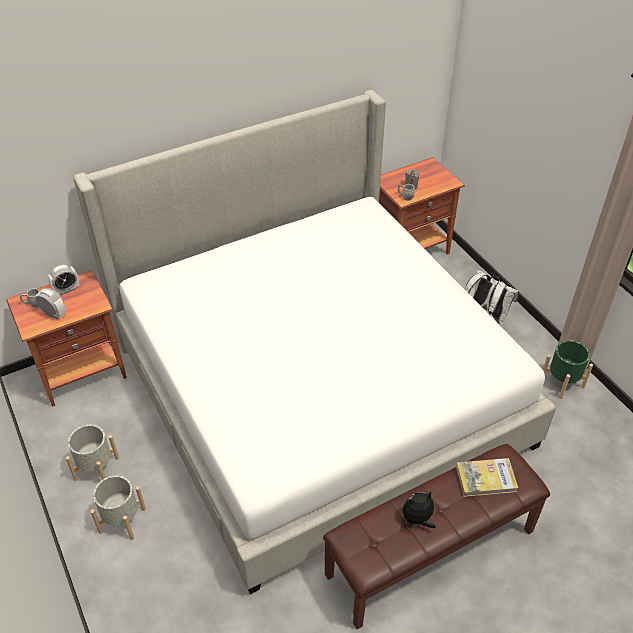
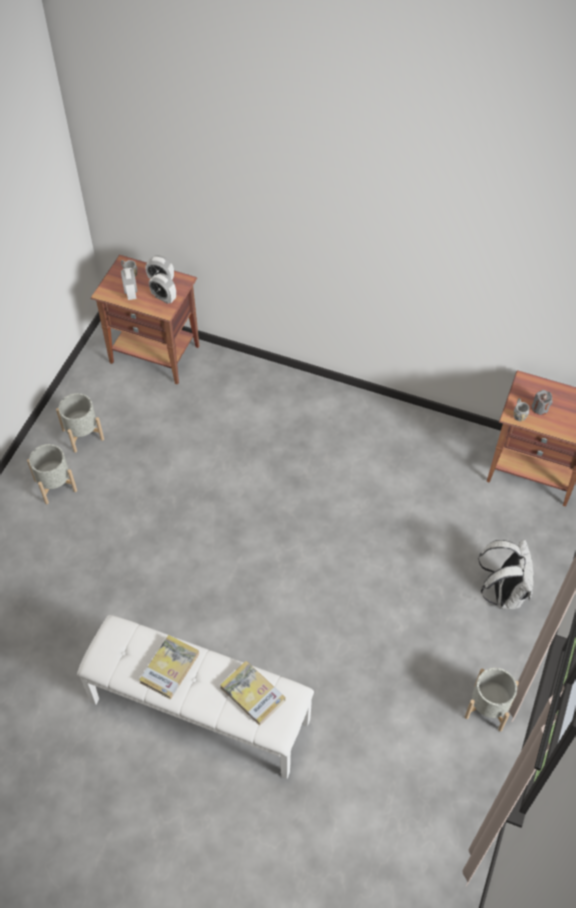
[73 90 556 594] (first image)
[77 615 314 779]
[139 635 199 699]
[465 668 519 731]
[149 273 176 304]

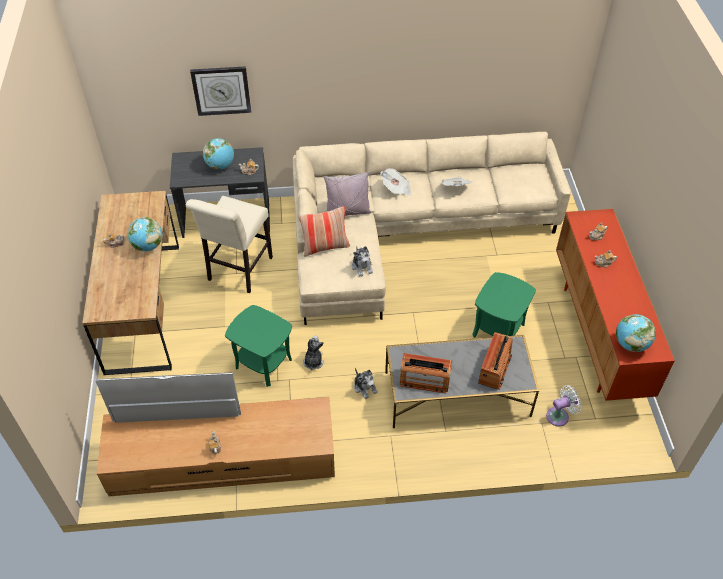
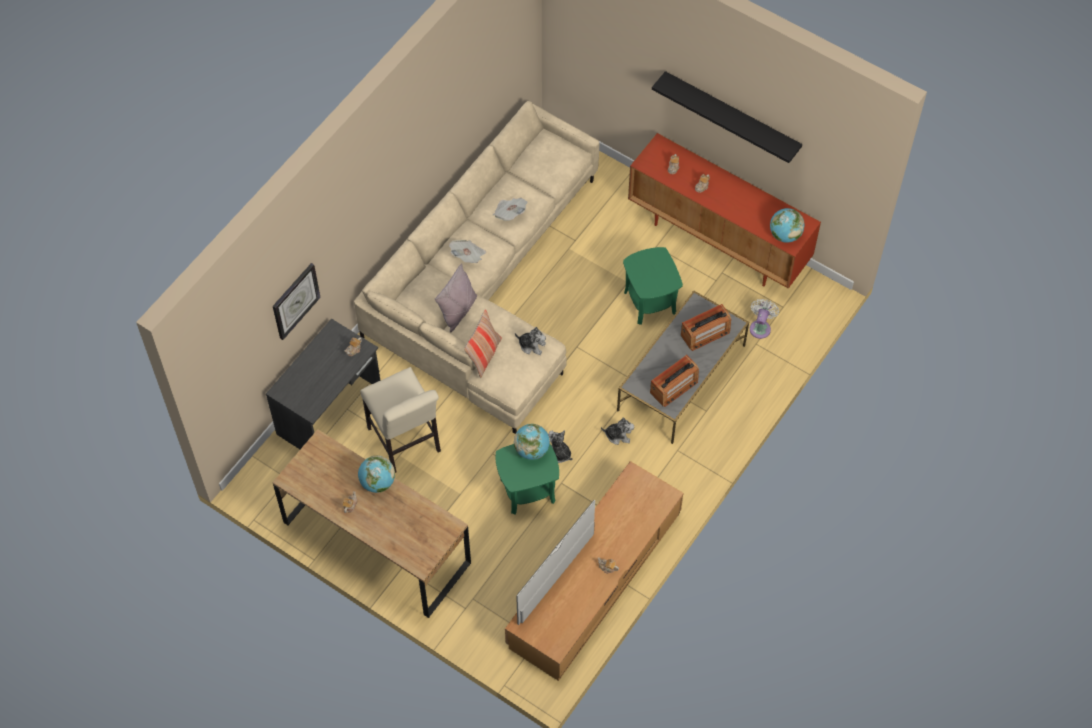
[514 424 550 460]
[681 304 731 351]
[652 71 802 163]

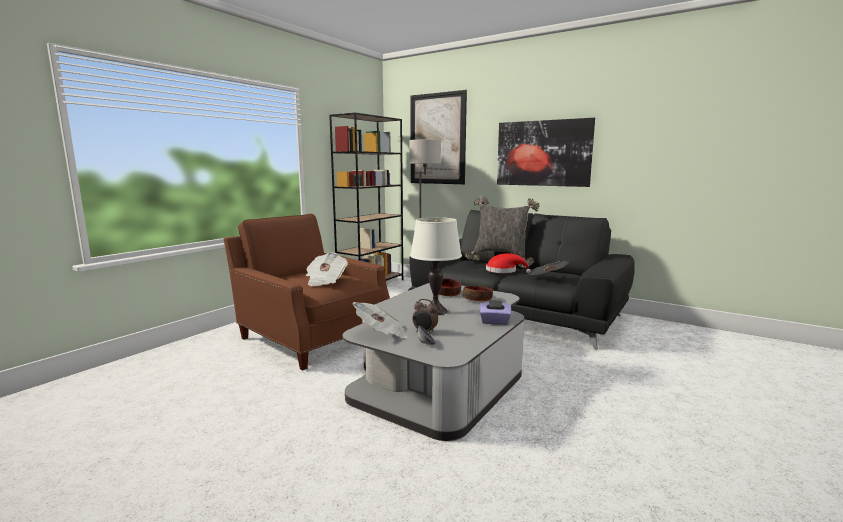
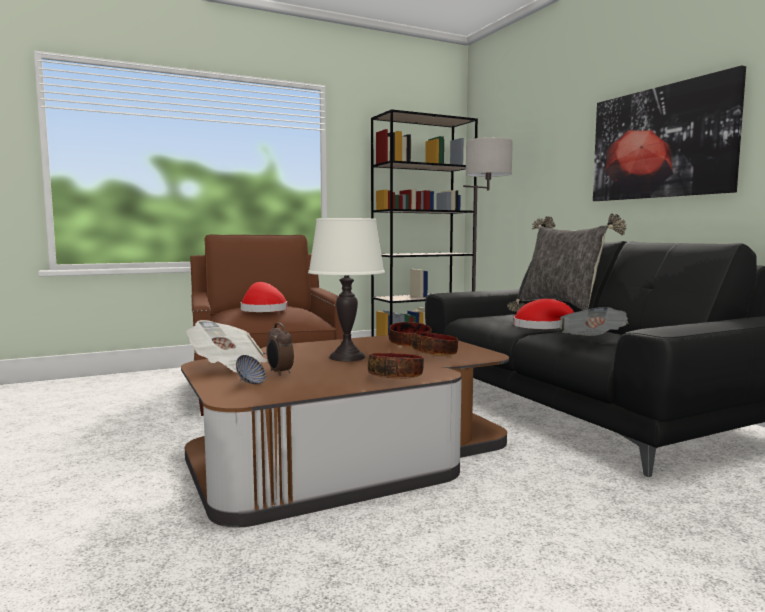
[241 282 287 312]
[181 335 509 527]
[410 90 467 184] (first image)
[368 353 424 379]

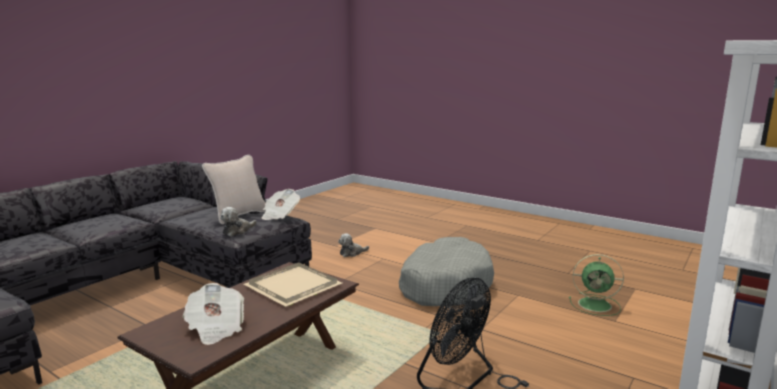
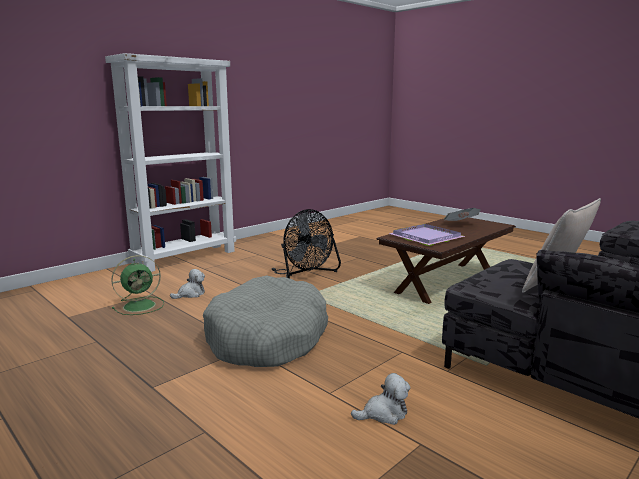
[170 269 205 299]
[389 224 465 246]
[262 189 300 220] (first image)
[111 255 164 315]

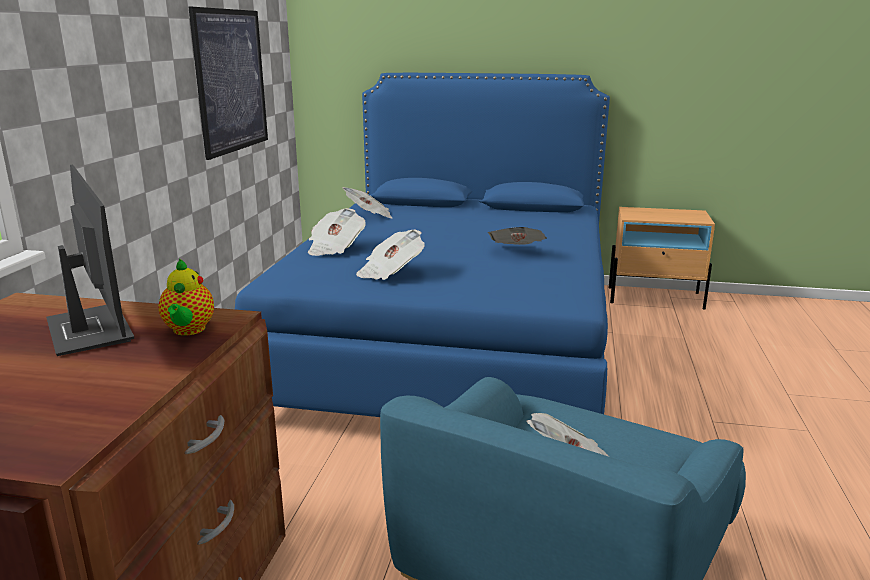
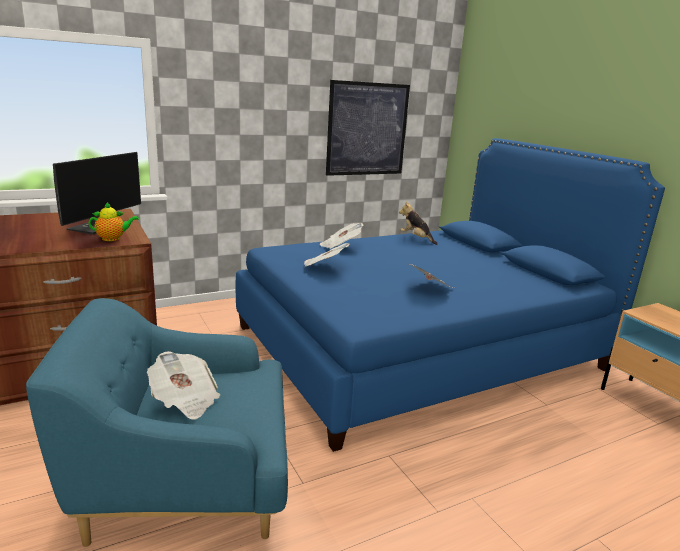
[89 202 139 241]
[399 201 438 245]

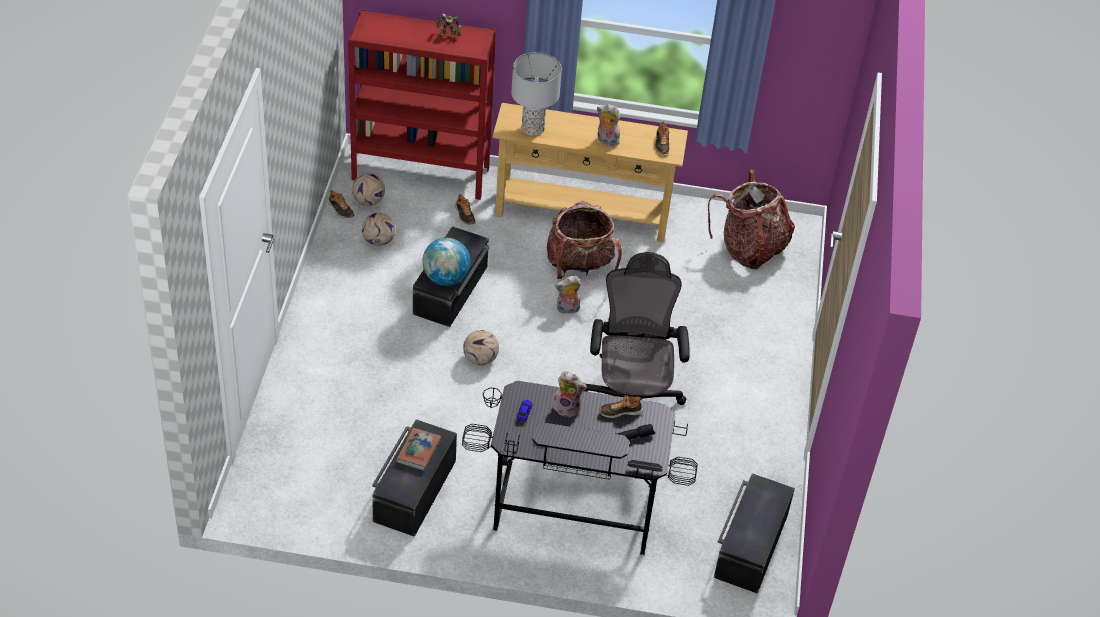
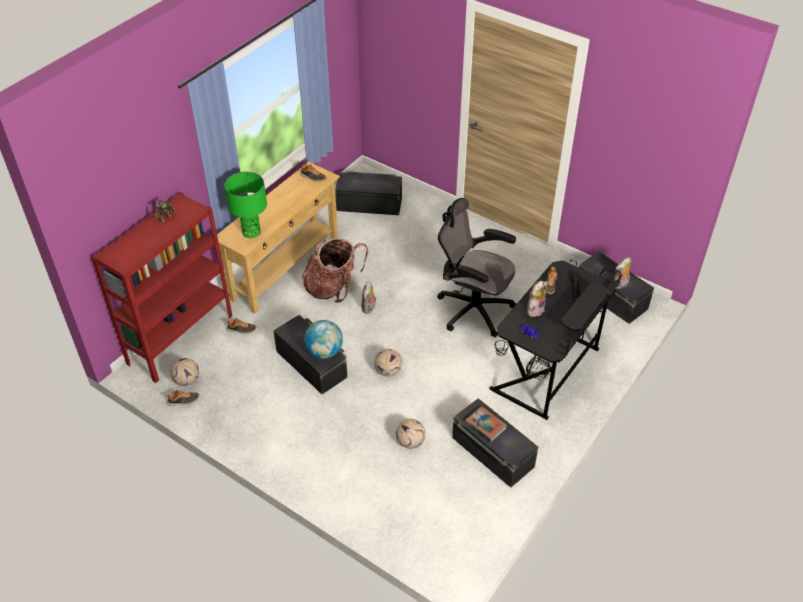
[396 419 425 449]
[224 172 267 238]
[613 257 631 289]
[335 171 402 215]

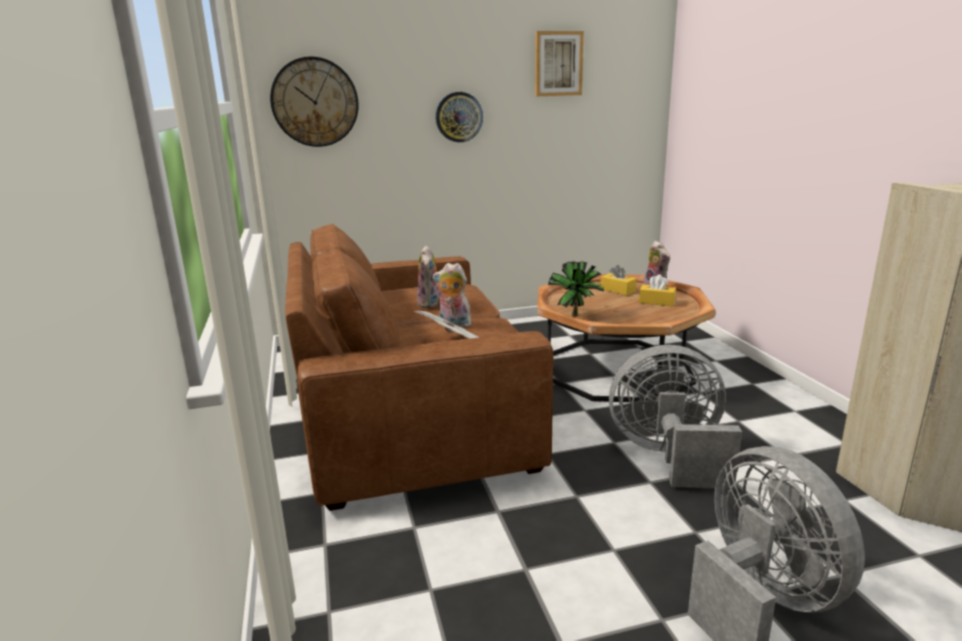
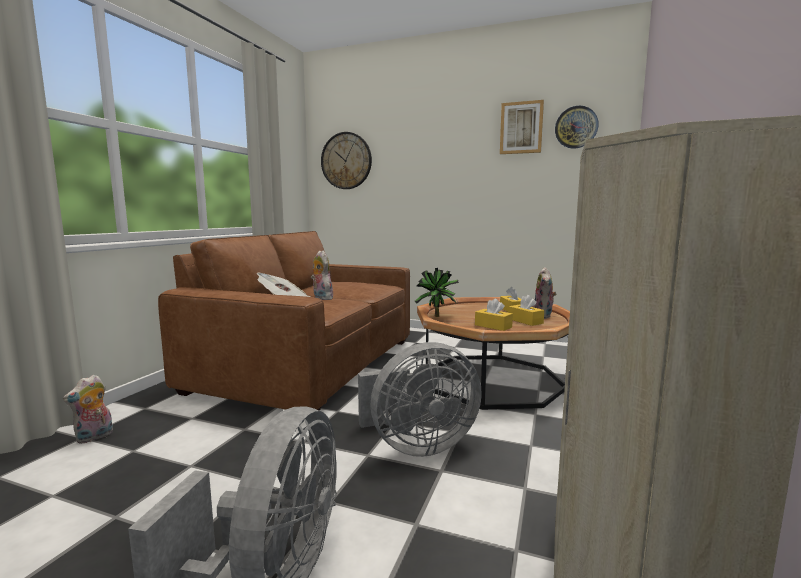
[63 374 113 444]
[555 106 599 149]
[358 342 482 457]
[475 299 513 331]

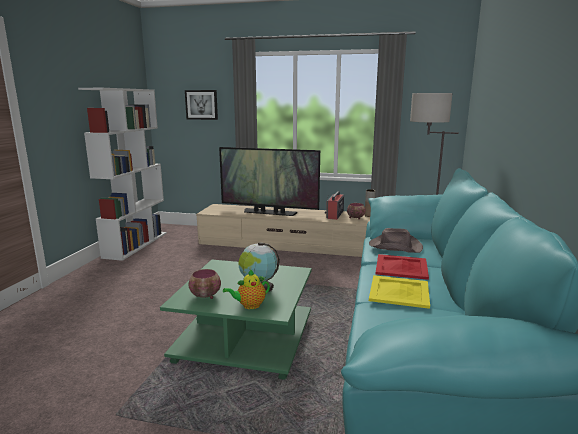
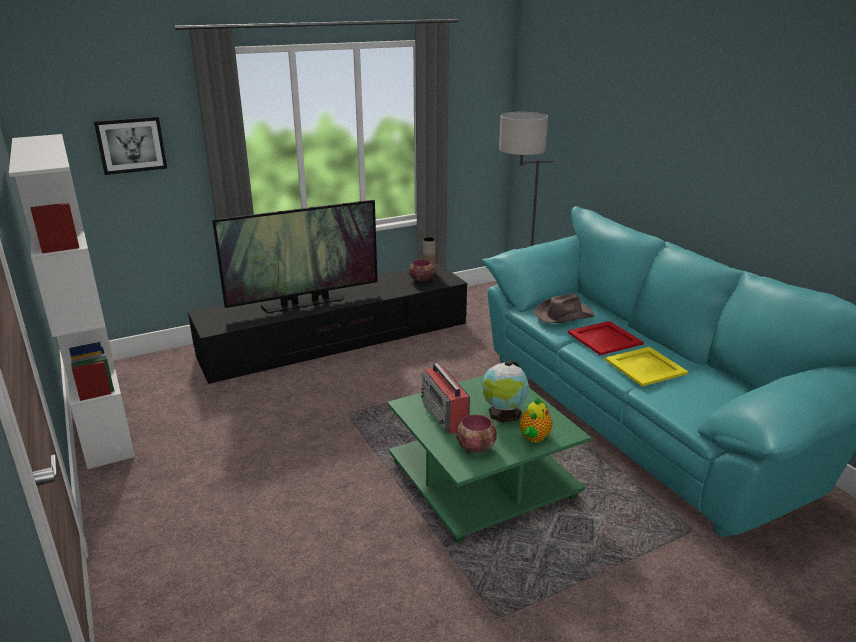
[188 264 468 384]
[421 363 470 434]

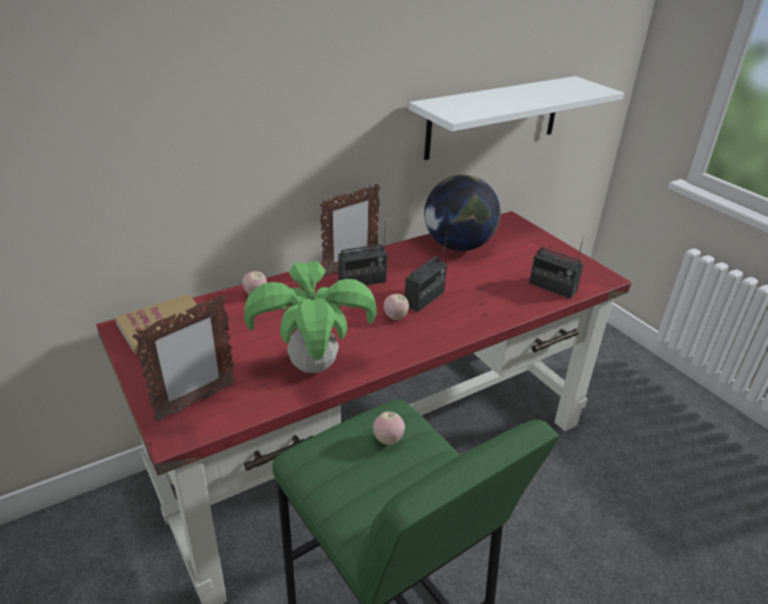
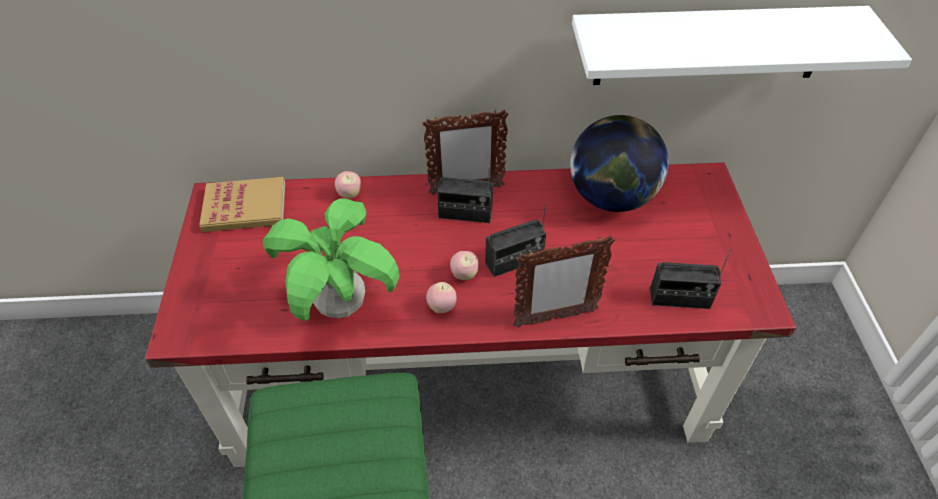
[513 236 615 328]
[426 282 457 313]
[650 249 731 309]

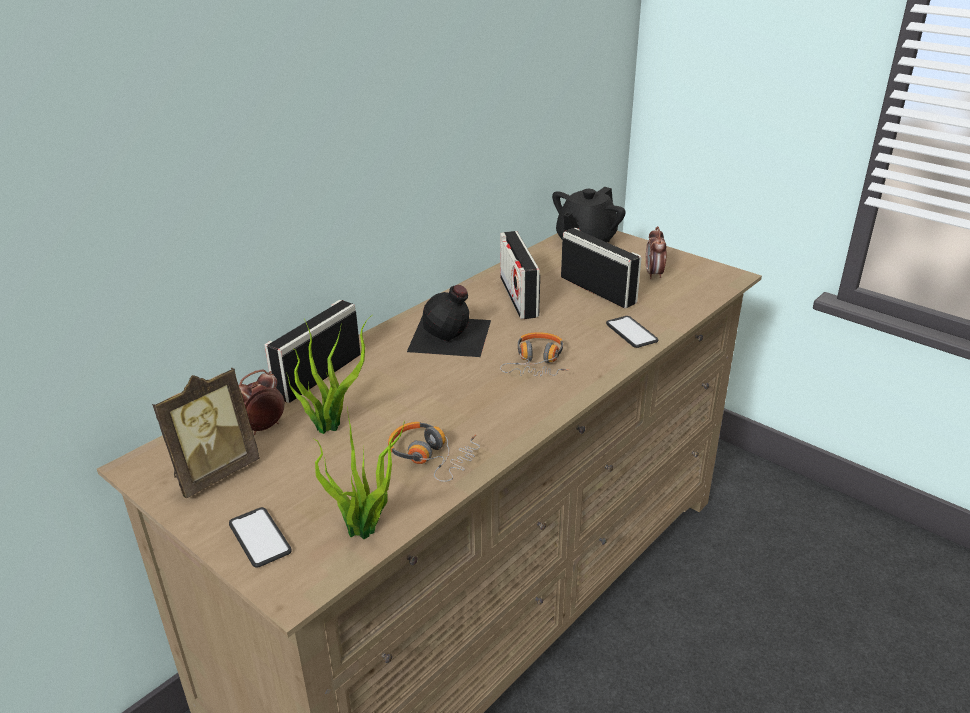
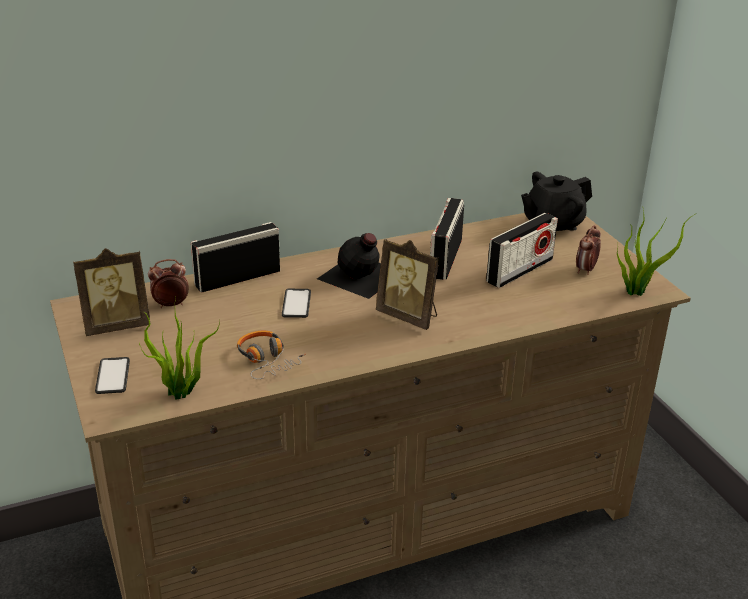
[617 209 694 296]
[376 239 439 330]
[486 213 558 288]
[282 289 311 318]

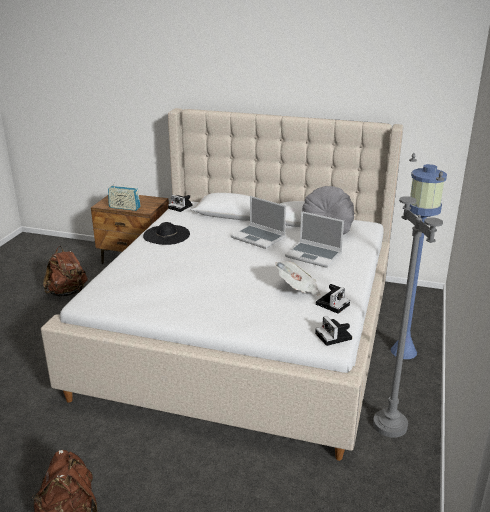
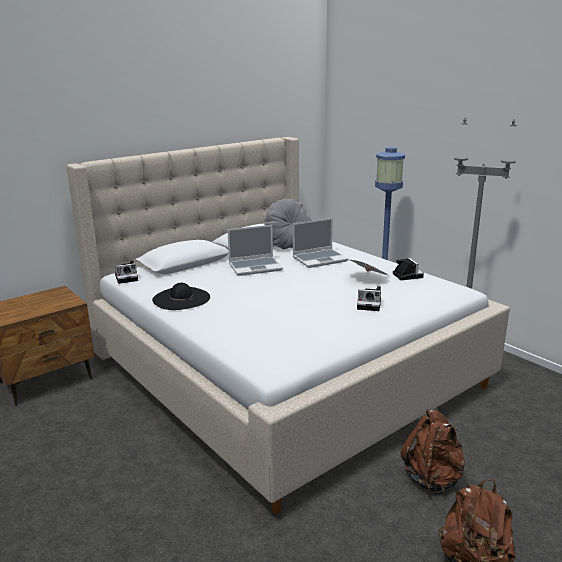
[400 409 465 494]
[108 182 141 211] (first image)
[357 286 381 311]

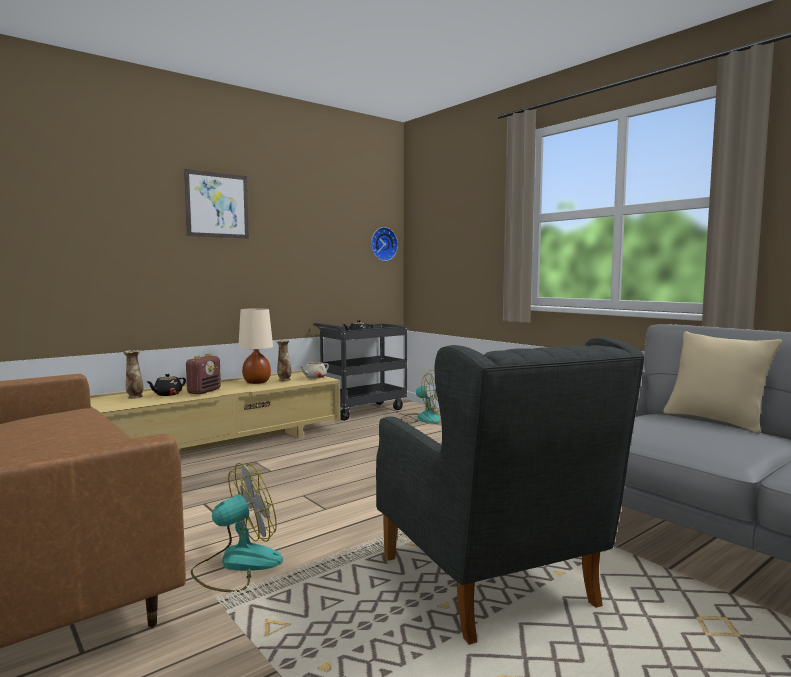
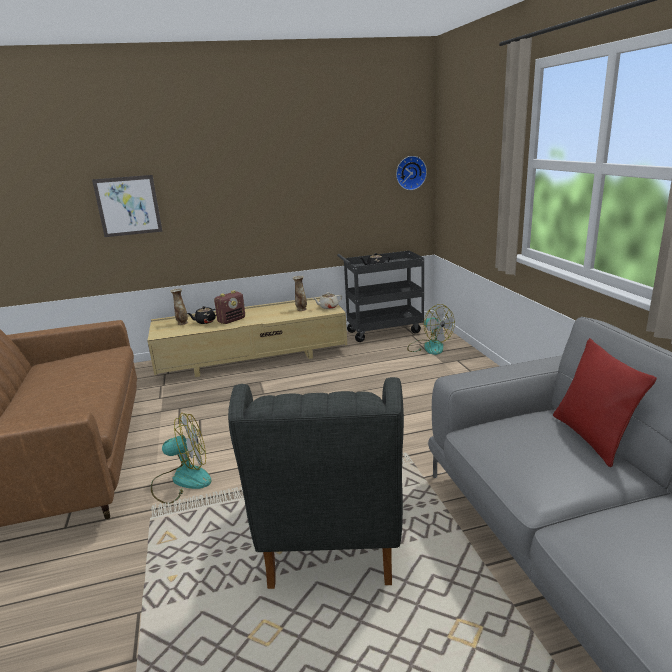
[92 175 162 237]
[238 308 273 384] (first image)
[553 338 657 467]

